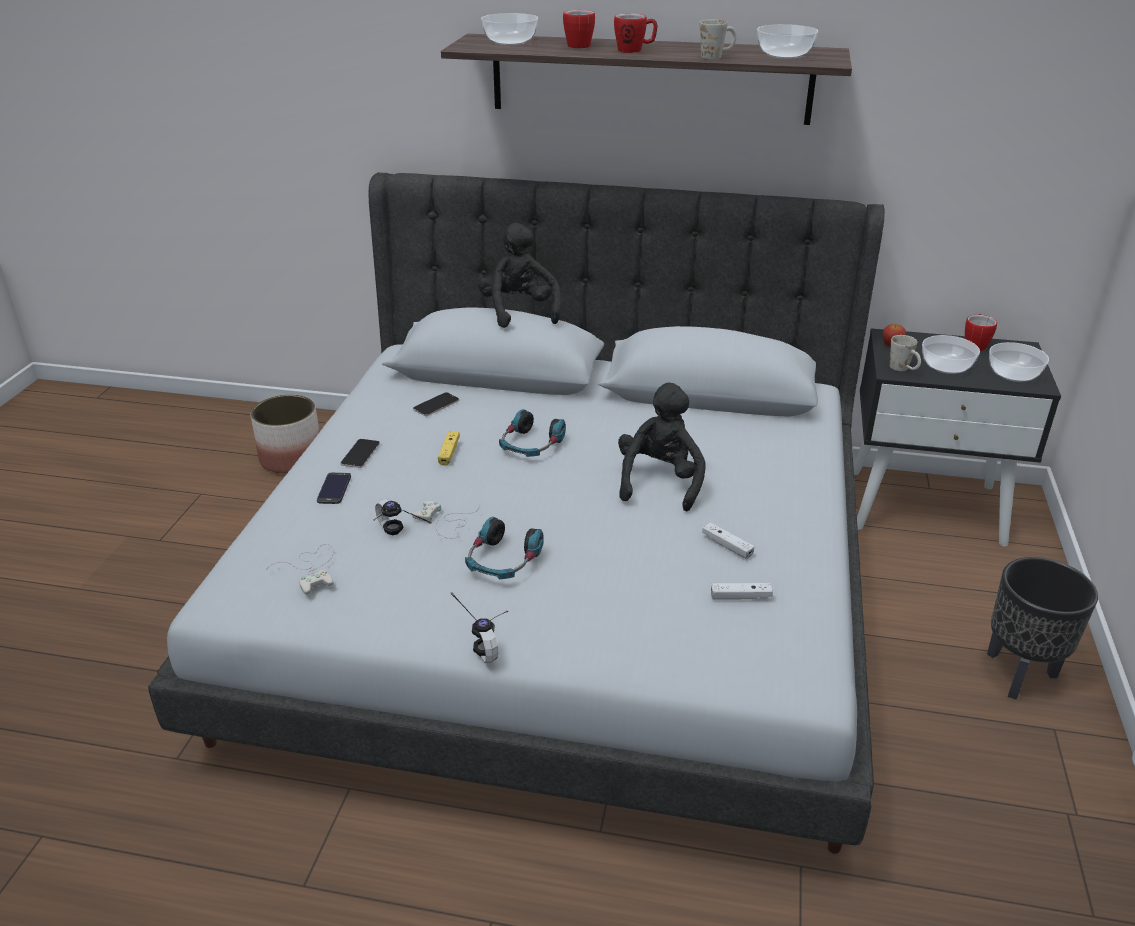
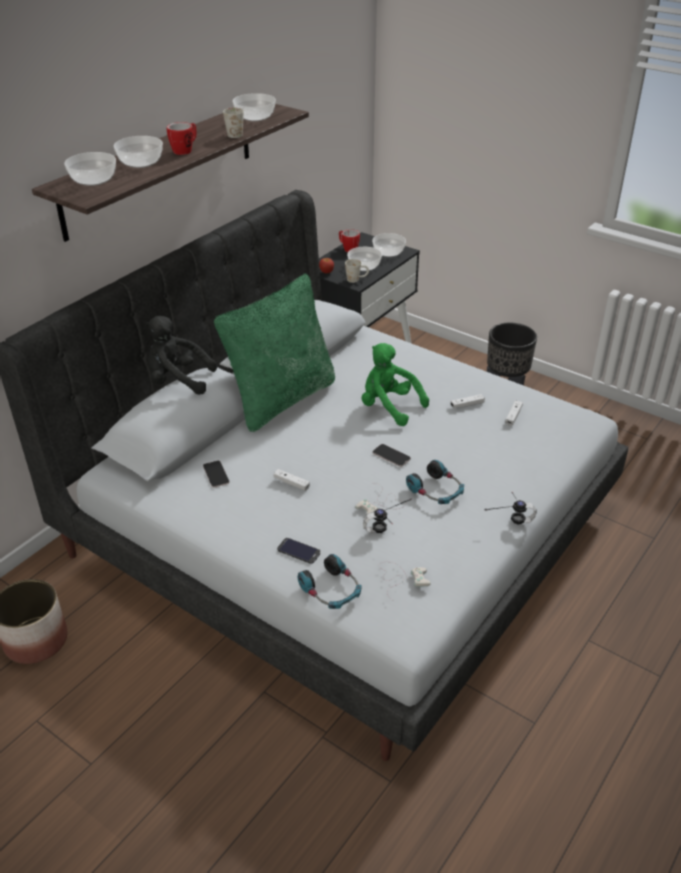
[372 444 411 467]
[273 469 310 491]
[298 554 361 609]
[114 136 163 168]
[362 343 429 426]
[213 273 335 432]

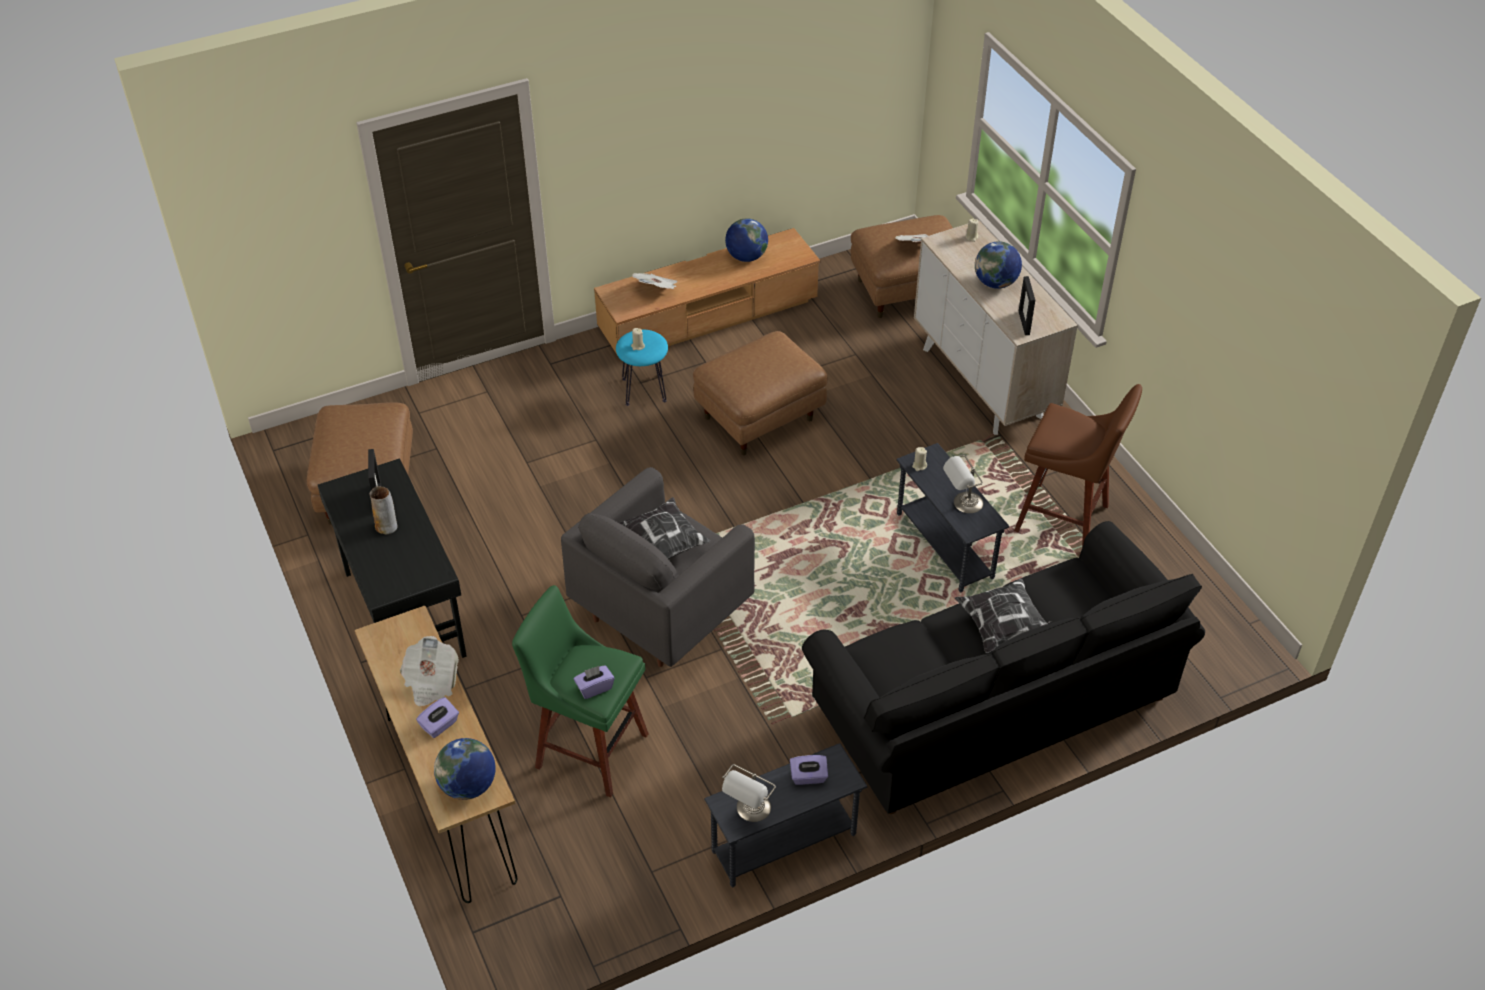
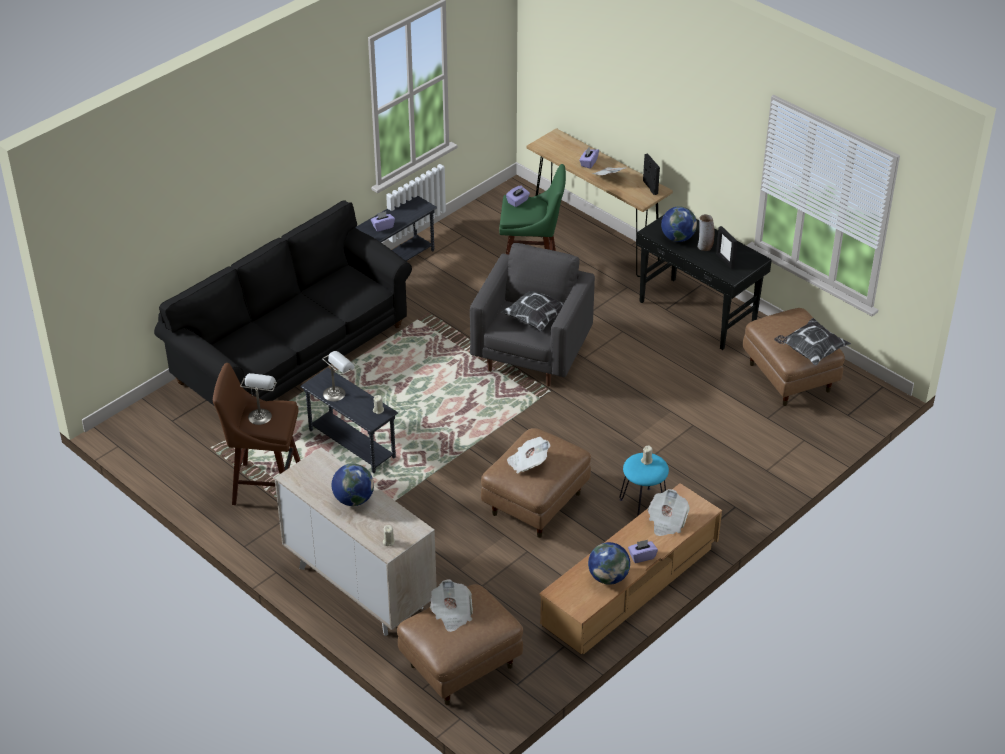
[661 206 697 242]
[240 373 277 425]
[774 318 851 365]
[643 153 660 195]
[507 437 550 474]
[628 540 658 563]

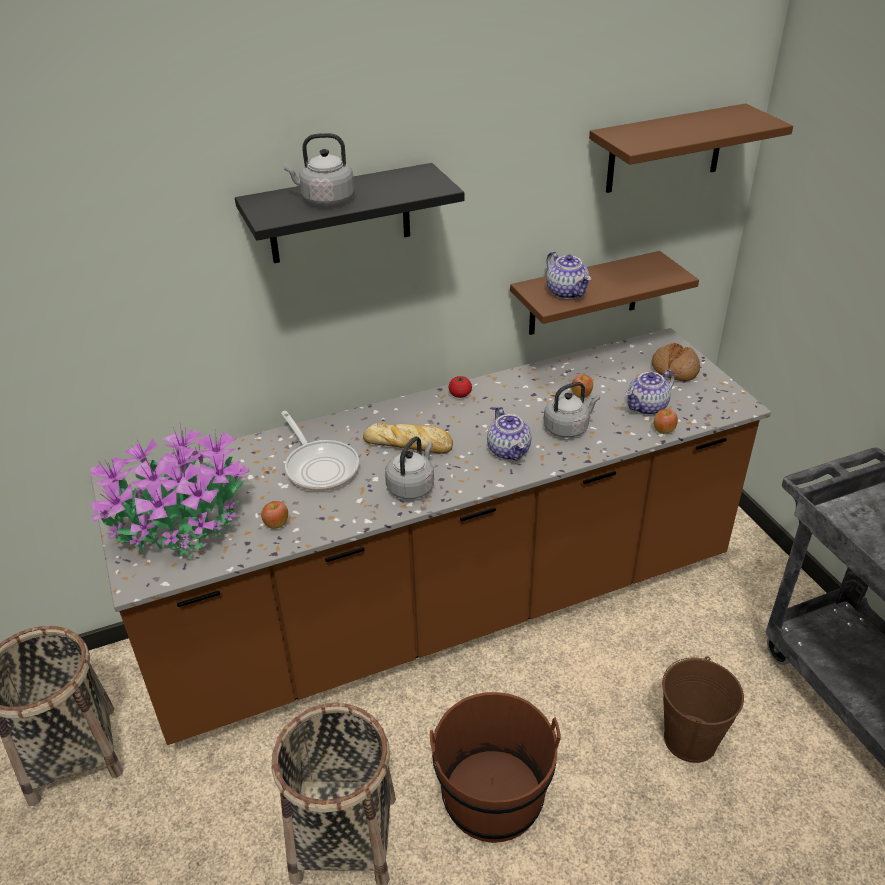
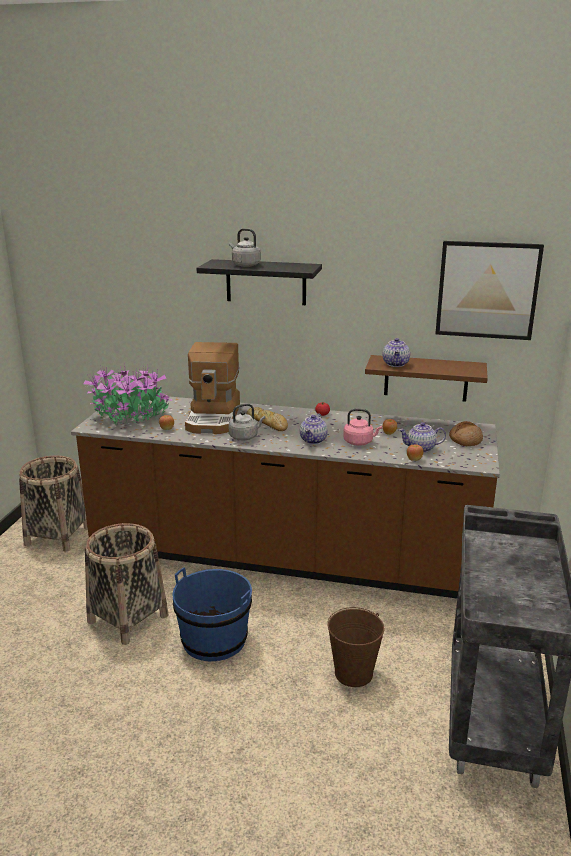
[185 342 240 434]
[173 567 252 661]
[343 408 382 446]
[435 241 544 340]

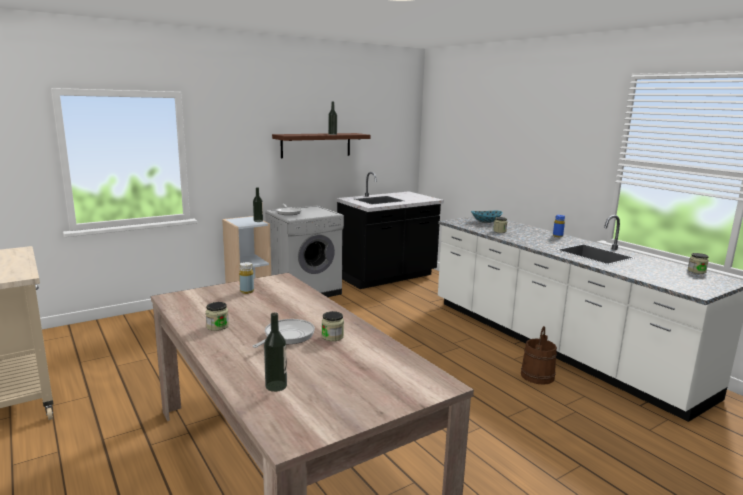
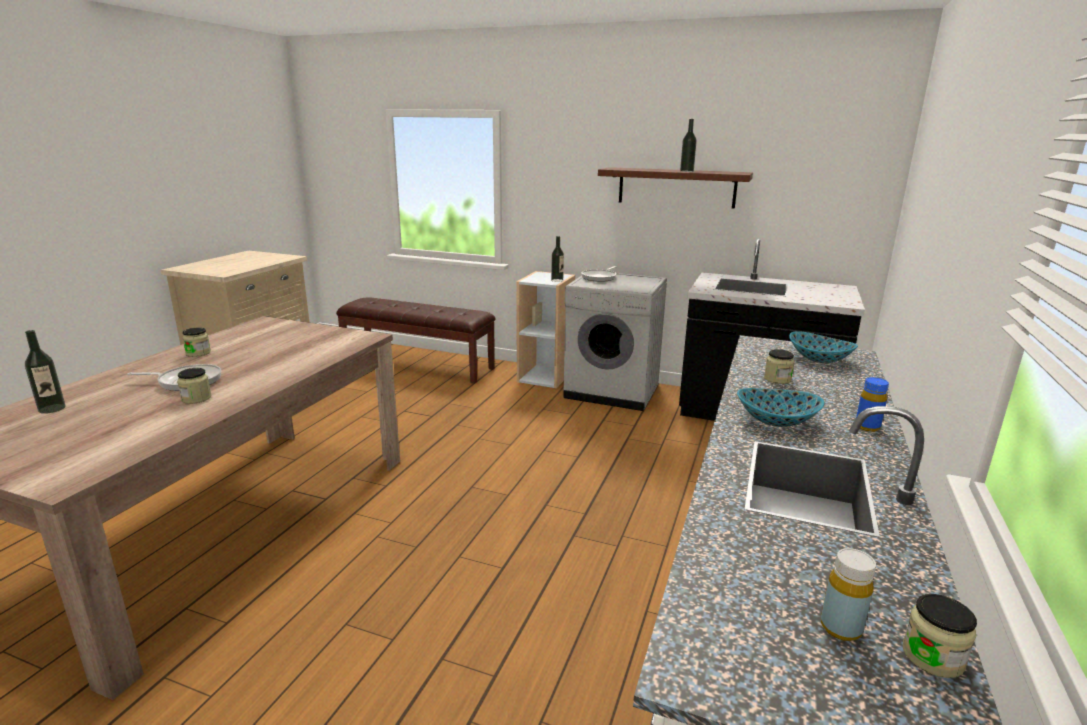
[821 548 876 641]
[521 326 557 385] (first image)
[336 298 496 384]
[737 388 824 427]

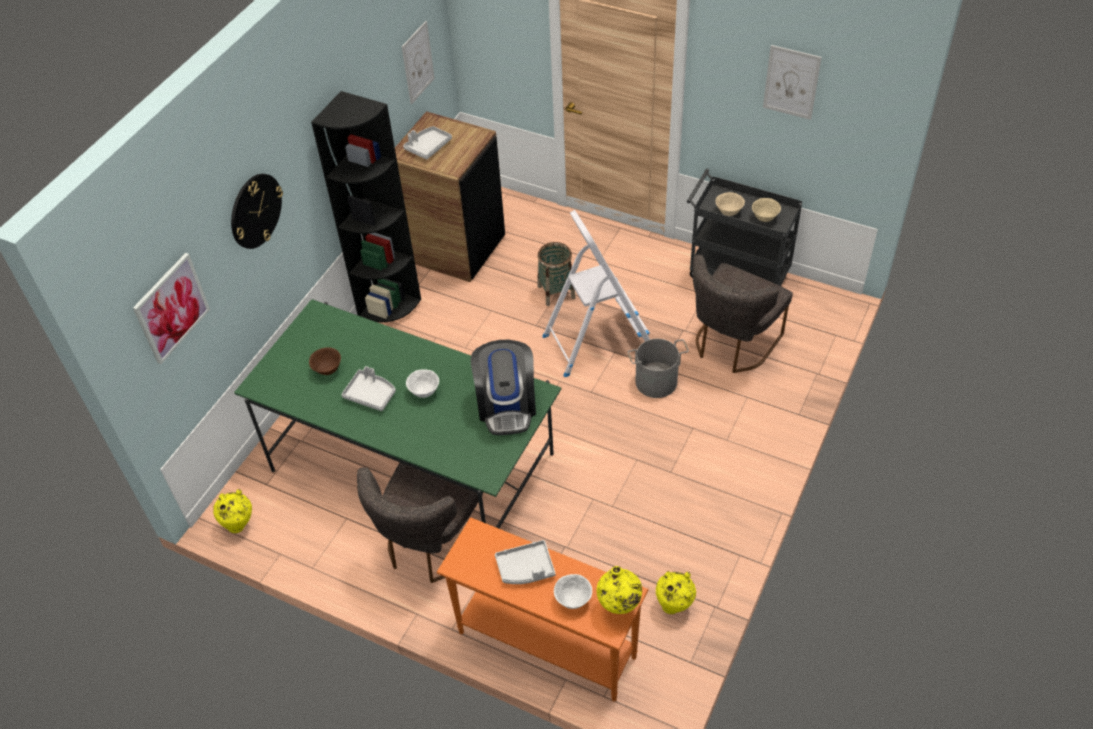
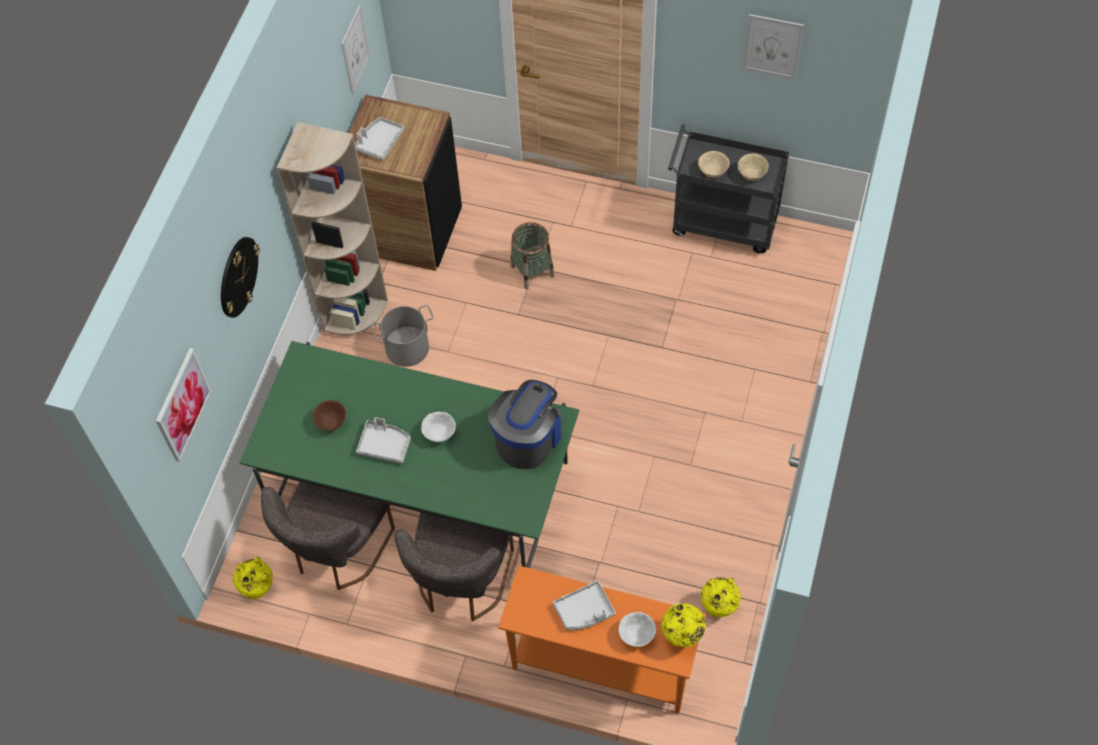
[277 122 388 335]
[488 380 562 469]
[542 210 650 377] (first image)
[371 305 434 367]
[261 482 395 590]

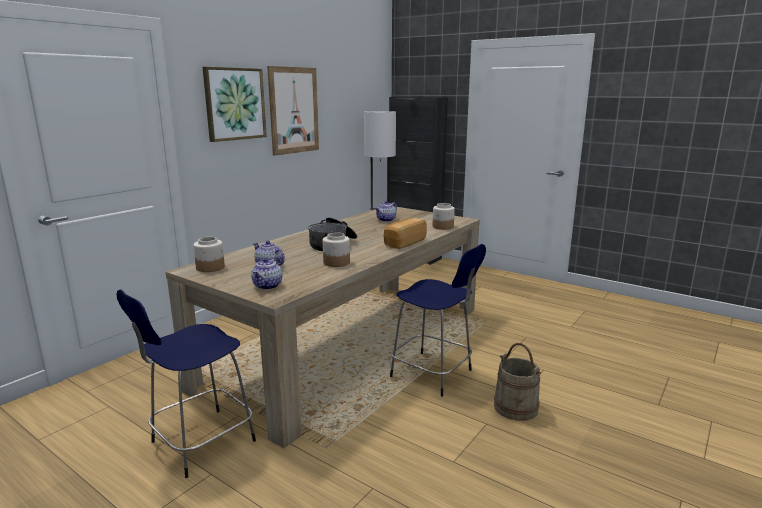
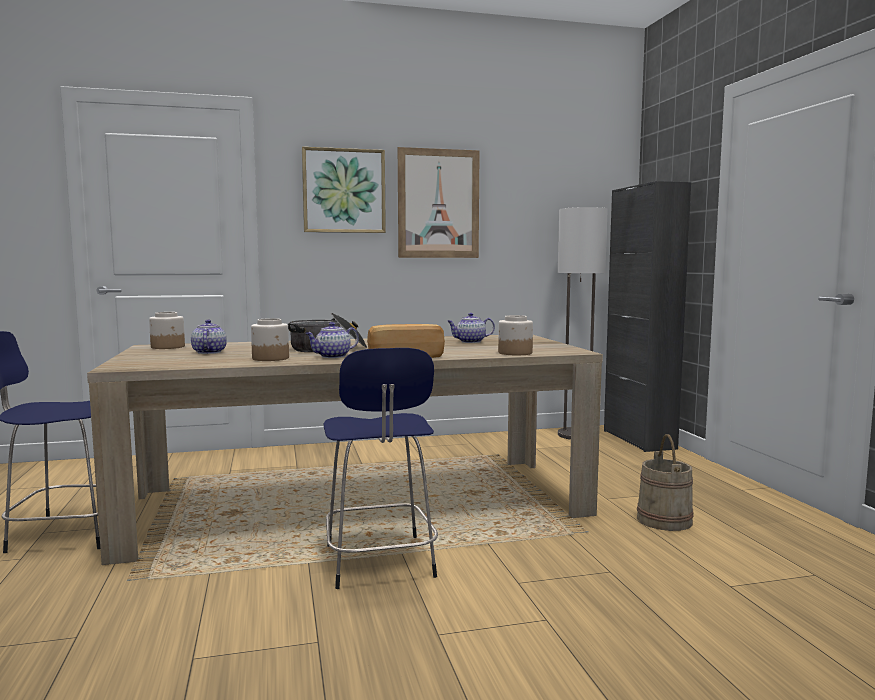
[305 322 359 358]
[637 434 694 531]

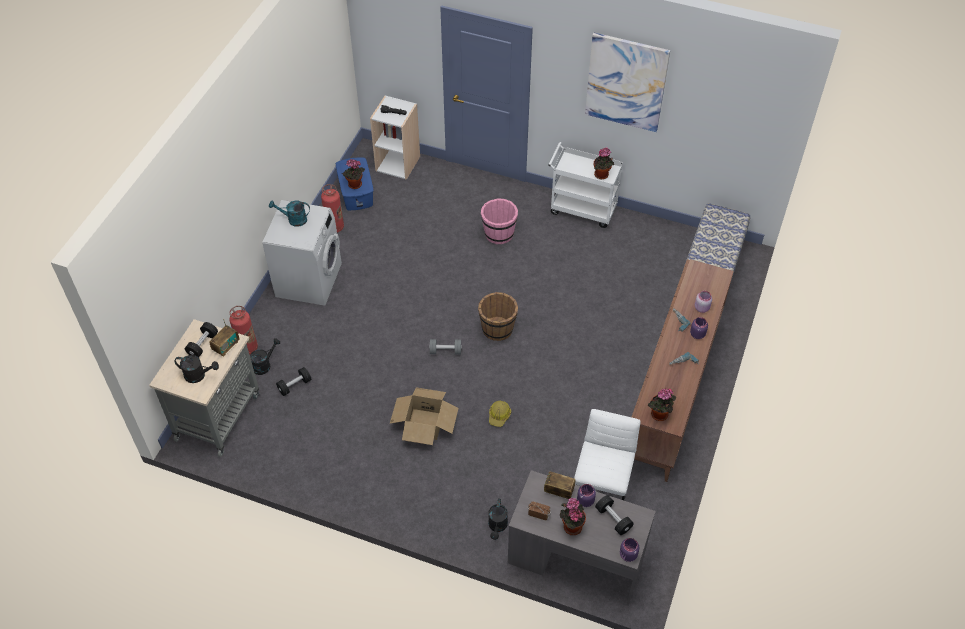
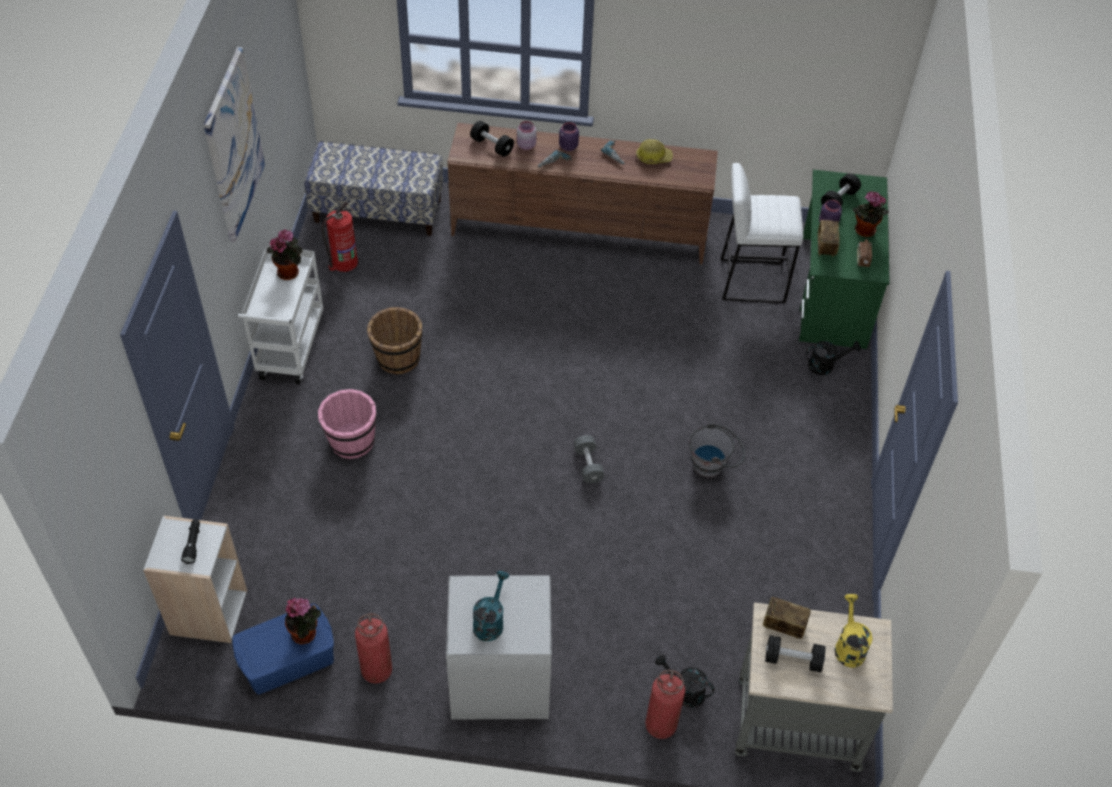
[835 594 873 668]
[473 571 509 641]
[470 121 514 157]
[689 423 745 477]
[367 307 423 374]
[636 139 673 164]
[799 170 890 349]
[620 538 639 562] (first image)
[648 388 676 421] (first image)
[321 201 358 272]

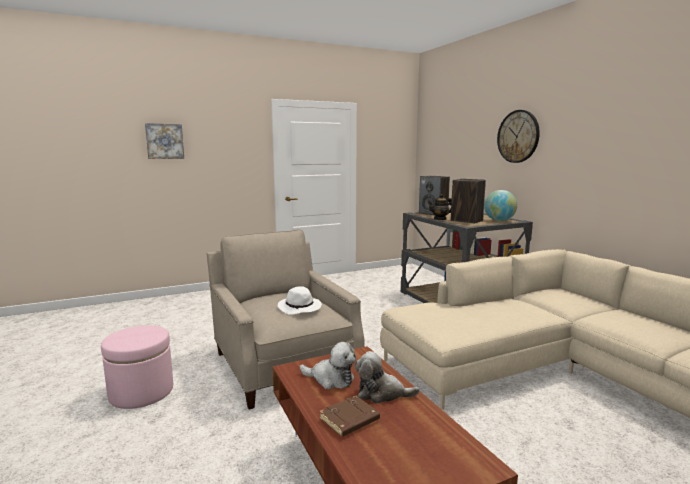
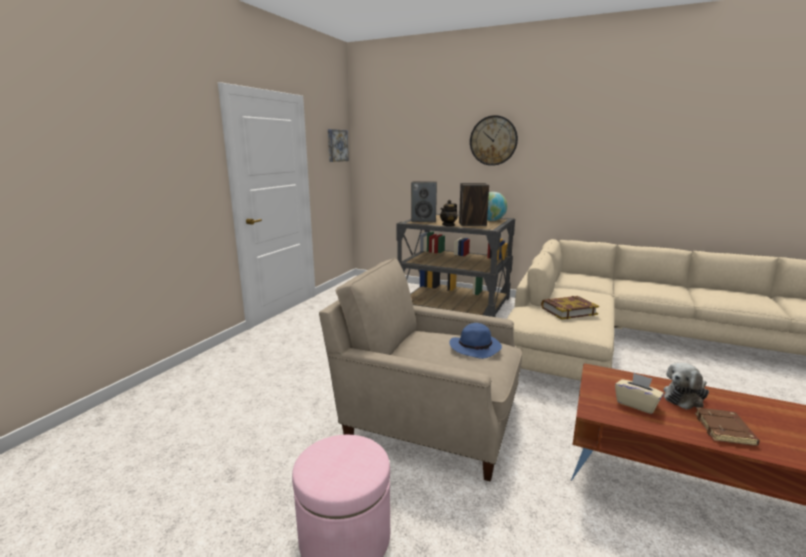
[328 129 349 162]
[449 323 502 359]
[615 373 664 414]
[541 296 599 320]

